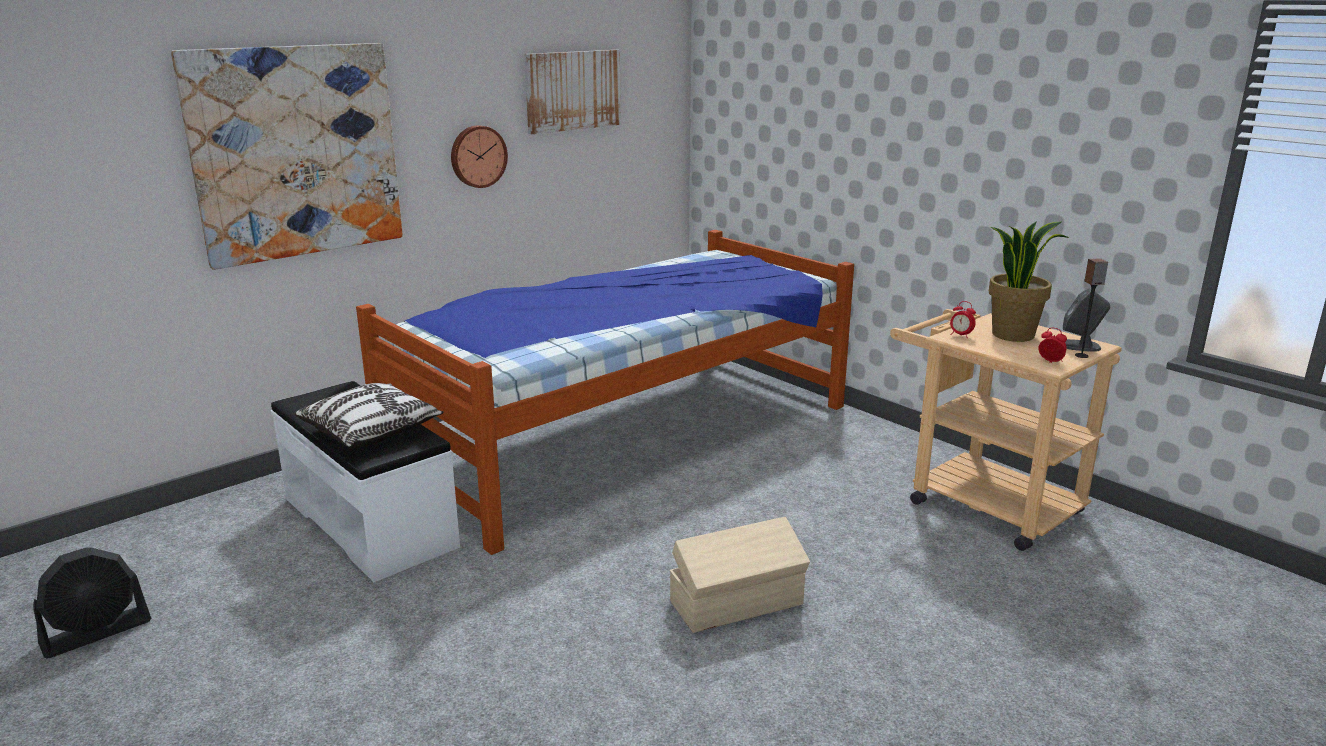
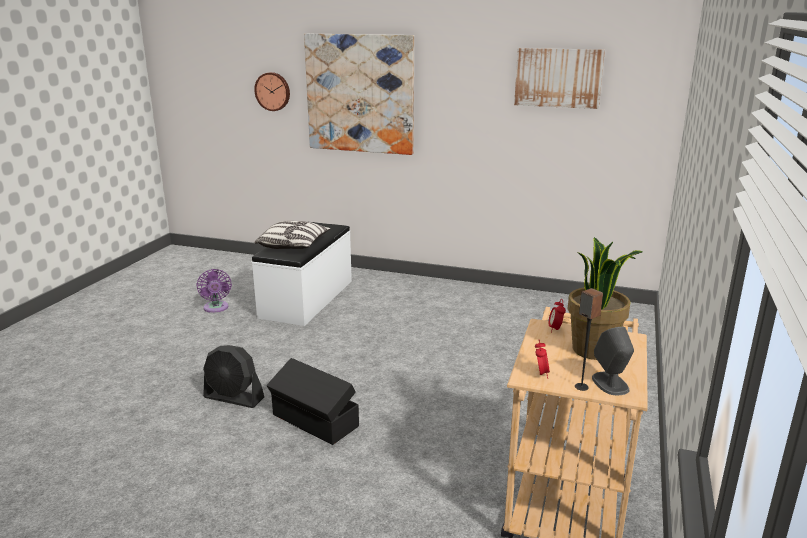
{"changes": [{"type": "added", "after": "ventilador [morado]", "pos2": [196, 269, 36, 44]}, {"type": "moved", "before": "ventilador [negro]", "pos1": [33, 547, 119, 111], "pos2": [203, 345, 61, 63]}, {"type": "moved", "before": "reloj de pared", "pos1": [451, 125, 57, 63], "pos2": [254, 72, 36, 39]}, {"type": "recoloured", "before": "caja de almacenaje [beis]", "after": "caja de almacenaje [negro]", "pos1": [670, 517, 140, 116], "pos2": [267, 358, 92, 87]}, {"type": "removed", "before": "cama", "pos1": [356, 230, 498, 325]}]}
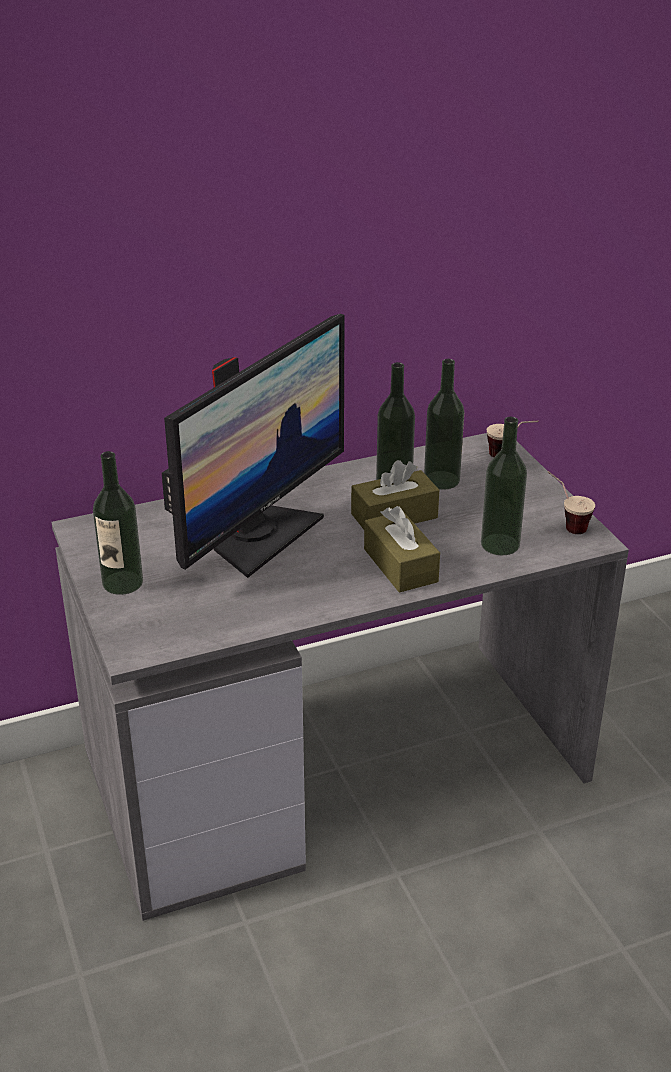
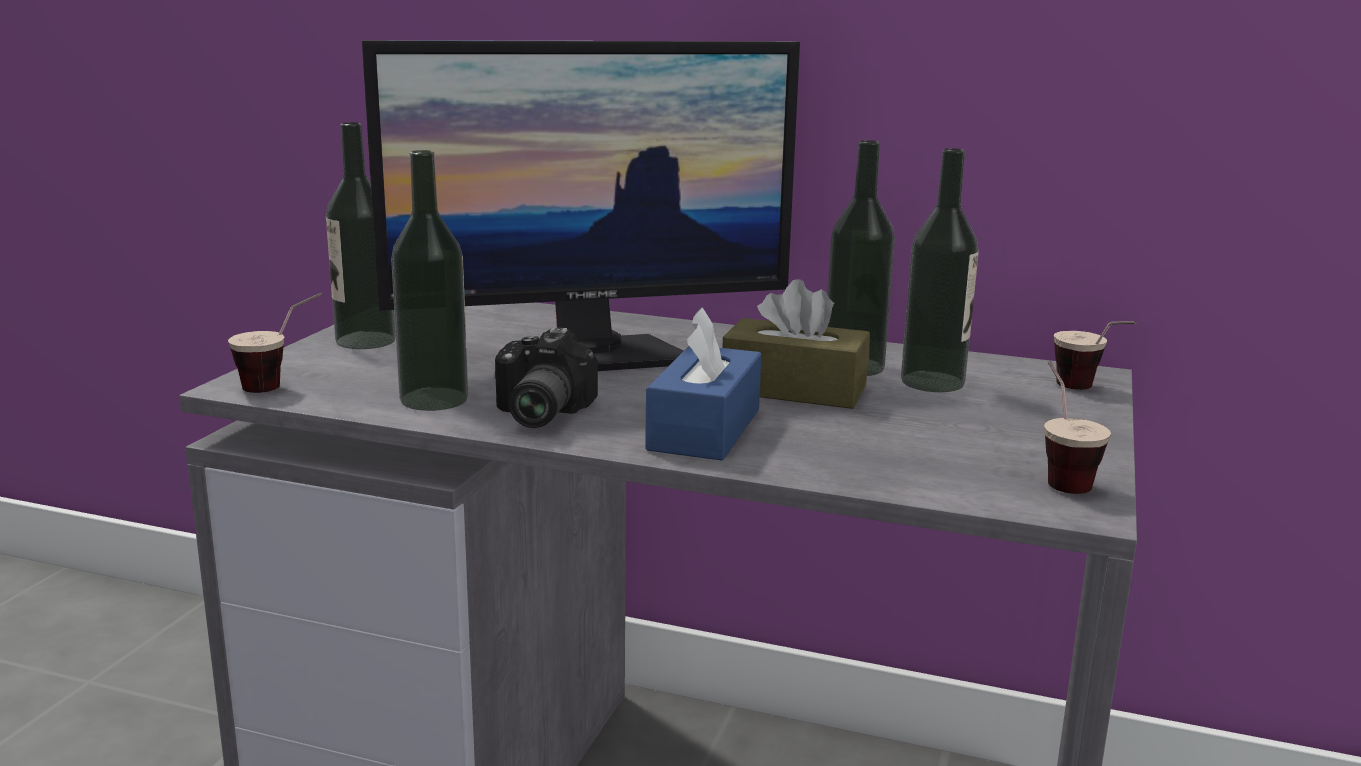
{"changes": [{"type": "added", "after": "taza", "pos2": [228, 292, 95, 101]}, {"type": "moved", "before": "botella", "pos1": [481, 417, 46, 138], "pos2": [391, 150, 77, 261]}, {"type": "added", "after": "cámara", "pos2": [495, 327, 103, 101]}, {"type": "recoloured", "before": "caja de pañuelos [marrón]", "after": "caja de pañuelos [azul]", "pos1": [364, 506, 76, 87], "pos2": [645, 307, 116, 154]}]}
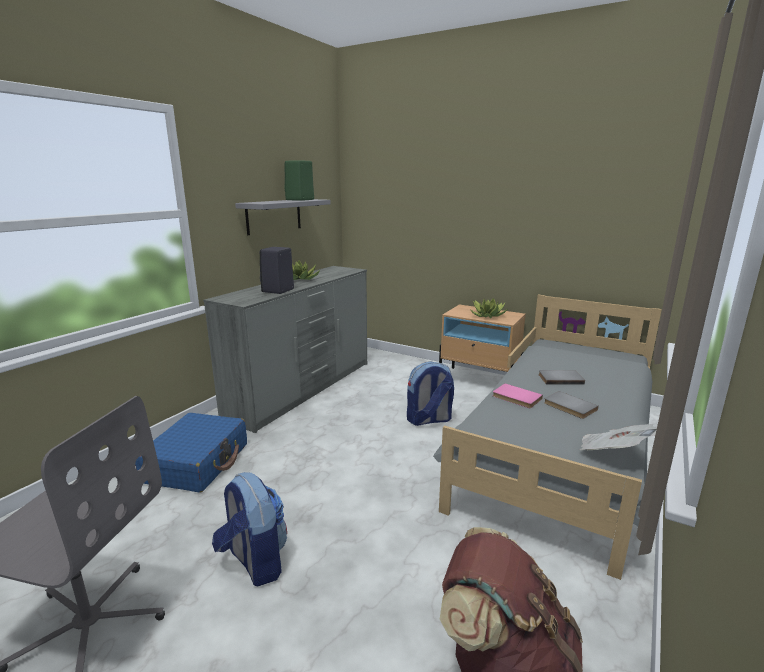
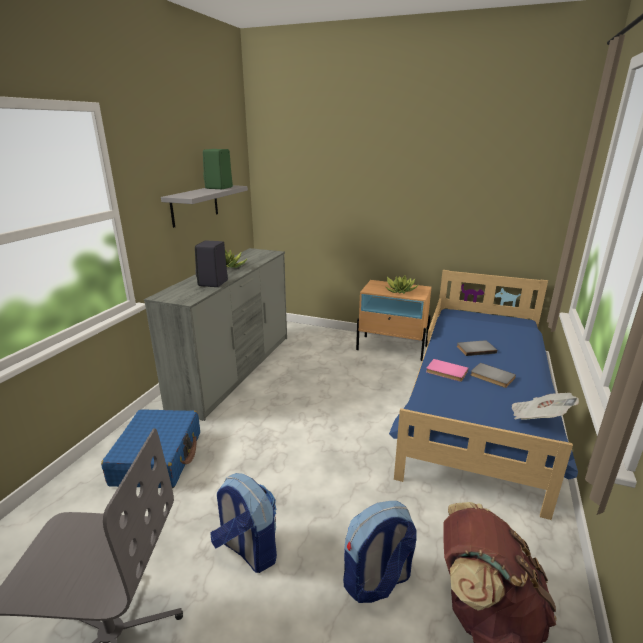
{"changes": [{"type": "moved", "before": "mochila", "pos1": [407, 361, 47, 65], "pos2": [343, 501, 74, 102]}, {"type": "recoloured", "before": "cama [gris]", "after": "cama [azul]", "pos1": [433, 295, 229, 285], "pos2": [389, 270, 189, 250]}]}
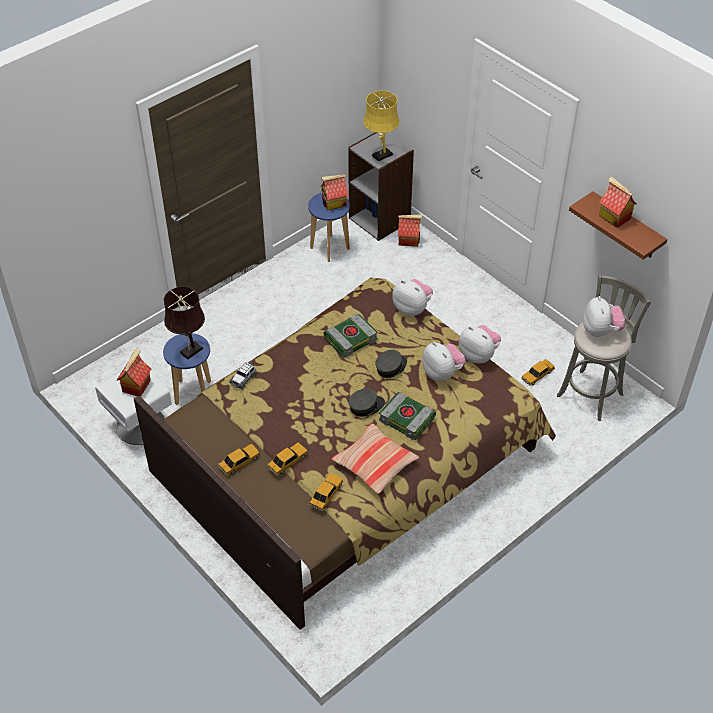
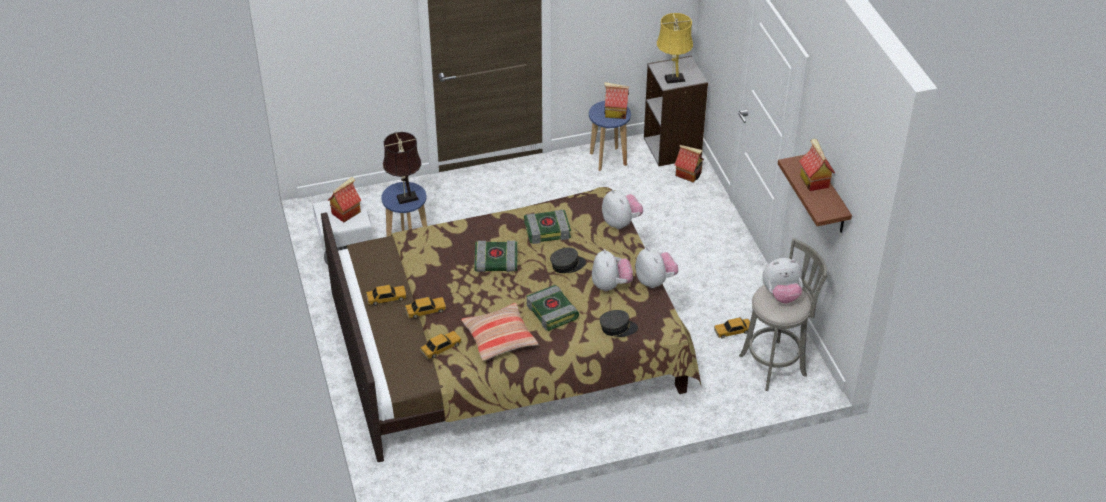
{"changes": [{"type": "added", "after": "libro", "pos2": [474, 241, 44, 31]}, {"type": "moved", "before": "gorra [gris]", "pos1": [348, 389, 37, 28], "pos2": [599, 310, 39, 27]}, {"type": "turned", "before": "peluche", "pos1": [583, 296, 42, 41], "pos2": [762, 258, 41, 45], "turn": 60}, {"type": "removed", "before": "coche de juguete", "pos1": [229, 362, 28, 27]}]}
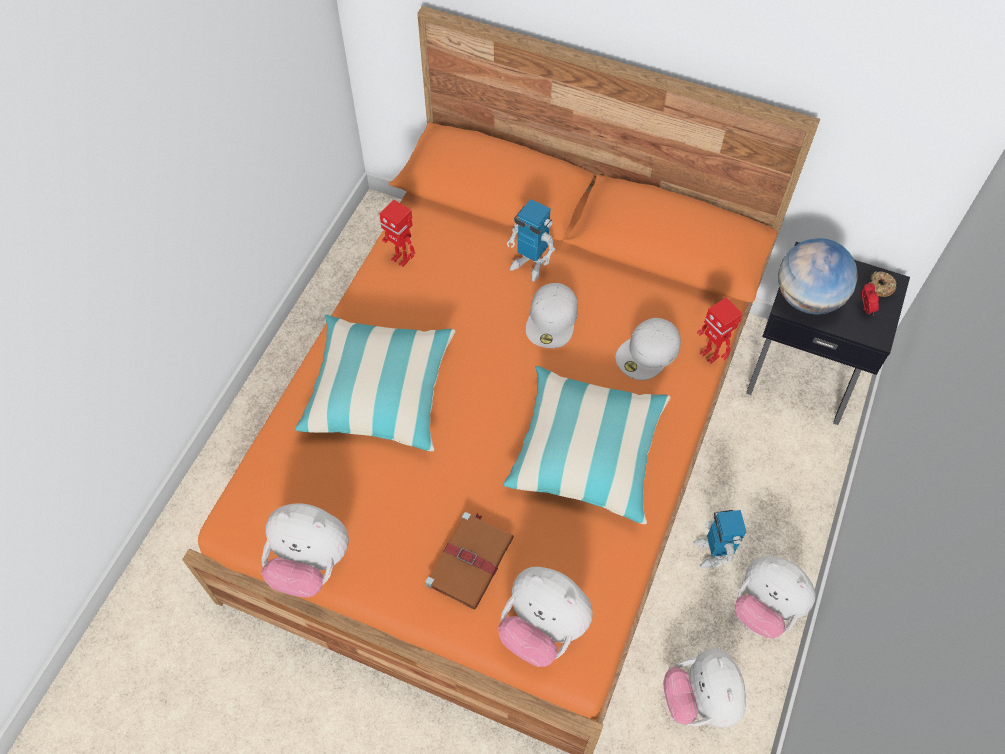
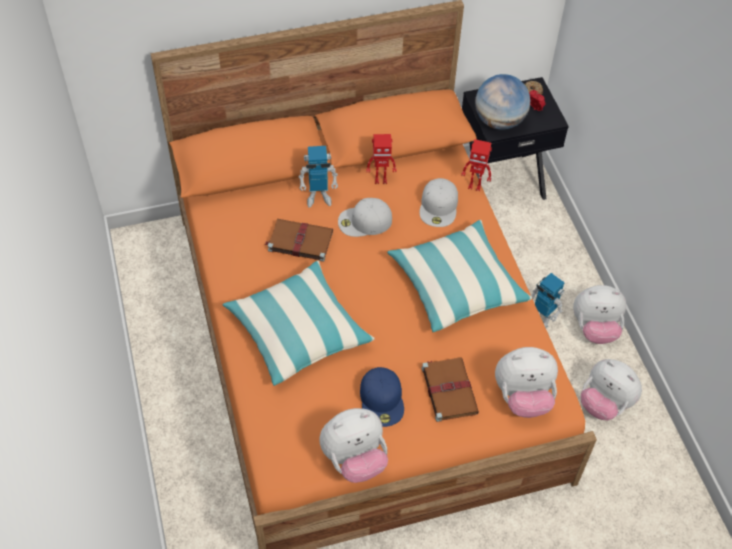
{"changes": [{"type": "added", "after": "libro [marrón]", "pos2": [264, 219, 69, 43]}, {"type": "turned", "before": "gorra [blanco]", "pos1": [526, 283, 52, 65], "pos2": [338, 198, 54, 39], "turn": 105}, {"type": "added", "after": "gorra [azul]", "pos2": [360, 367, 44, 60]}, {"type": "moved", "before": "robot de juguete", "pos1": [379, 200, 36, 67], "pos2": [366, 134, 30, 50]}]}
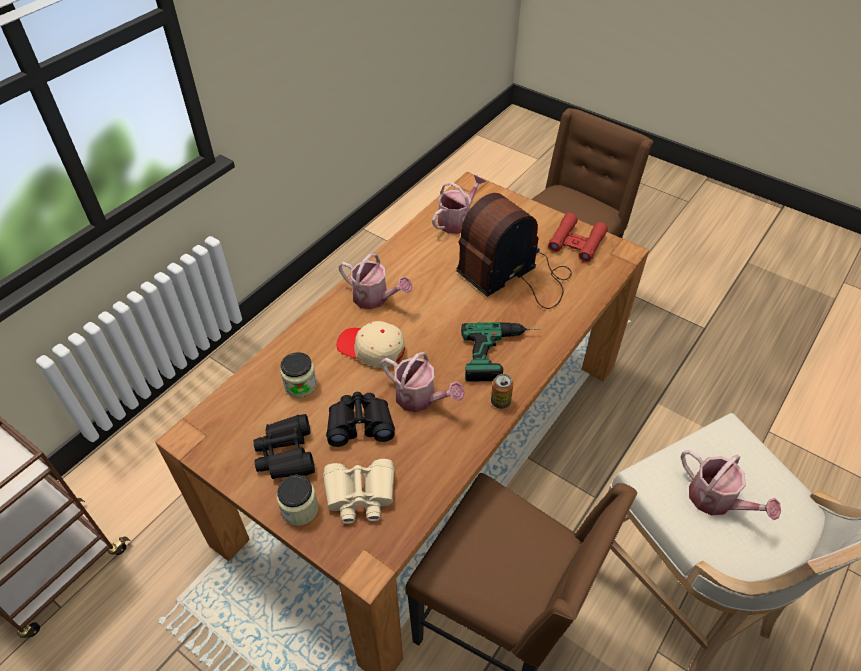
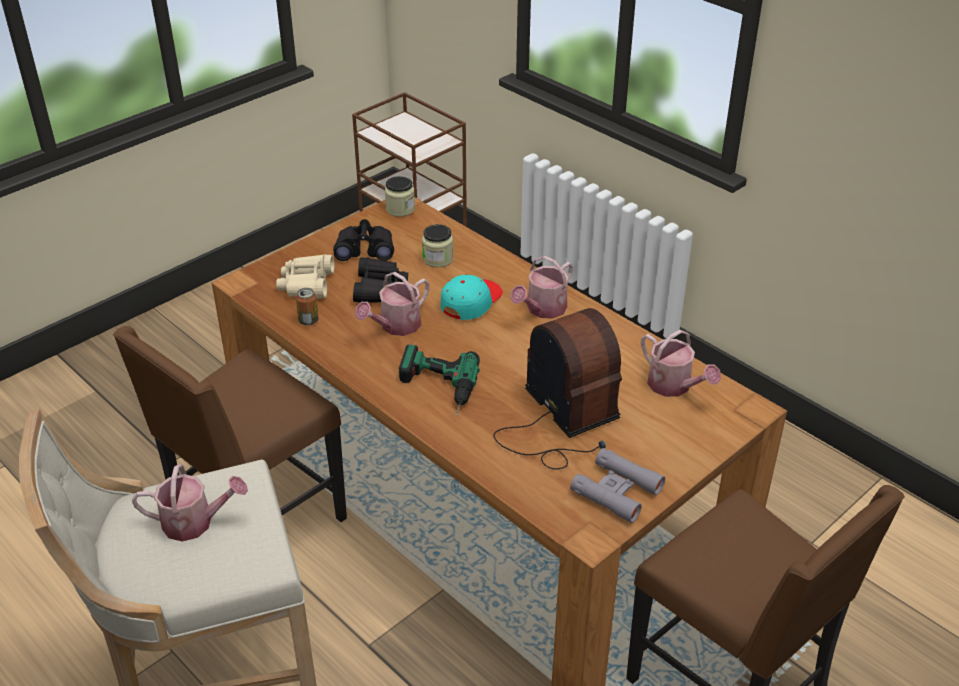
{"changes": [{"type": "turned", "before": "regadera", "pos1": [681, 450, 100, 70], "pos2": [132, 464, 116, 78], "turn": -150}, {"type": "moved", "before": "lata", "pos1": [491, 374, 22, 35], "pos2": [296, 288, 22, 37]}, {"type": "moved", "before": "tarro", "pos1": [277, 475, 41, 51], "pos2": [385, 176, 30, 41]}, {"type": "recoloured", "before": "gorra [beis]", "after": "gorra [turquesa]", "pos1": [337, 321, 68, 47], "pos2": [441, 274, 62, 46]}, {"type": "recoloured", "before": "prismáticos [rojo]", "after": "prismáticos [gris]", "pos1": [548, 213, 60, 49], "pos2": [570, 448, 95, 75]}]}
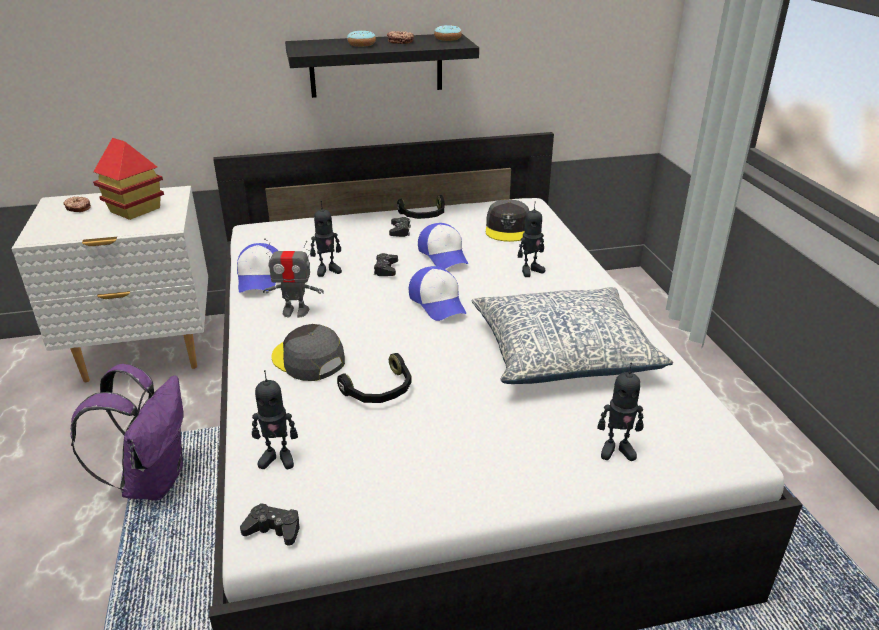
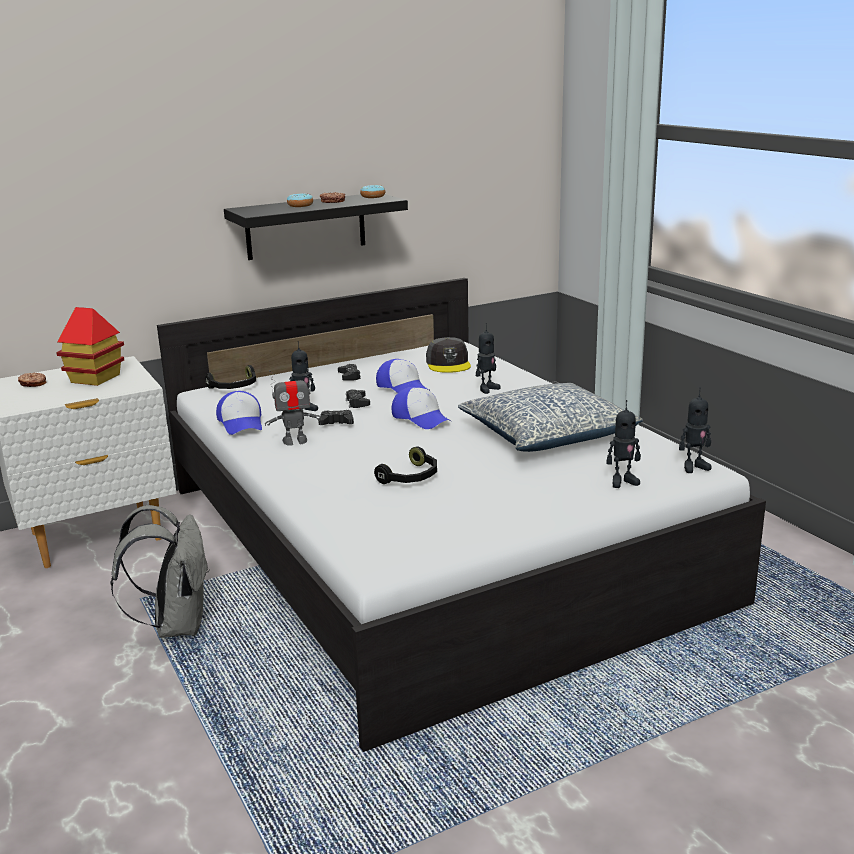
{"changes": [{"type": "recoloured", "before": "mochila [morado]", "after": "mochila [gris]", "pos1": [71, 364, 112, 137], "pos2": [110, 505, 100, 133]}, {"type": "moved", "before": "auriculares [negro]", "pos1": [397, 195, 48, 24], "pos2": [205, 365, 51, 24]}, {"type": "moved", "before": "mando de consola [negro]", "pos1": [240, 503, 60, 42], "pos2": [318, 410, 36, 15]}, {"type": "moved", "before": "robot de juguete", "pos1": [252, 370, 46, 99], "pos2": [679, 387, 33, 86]}, {"type": "removed", "before": "gorra [gris]", "pos1": [272, 324, 73, 57]}]}
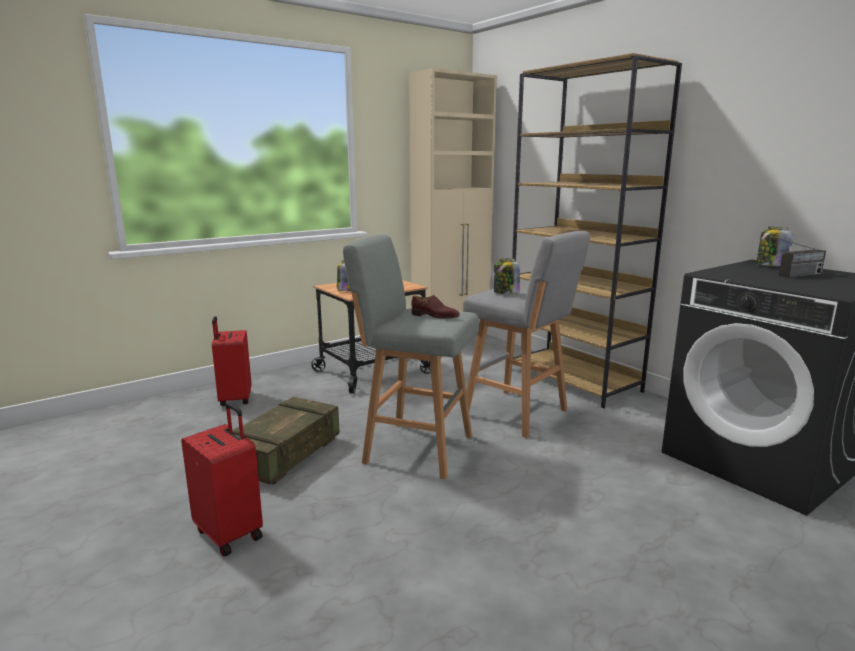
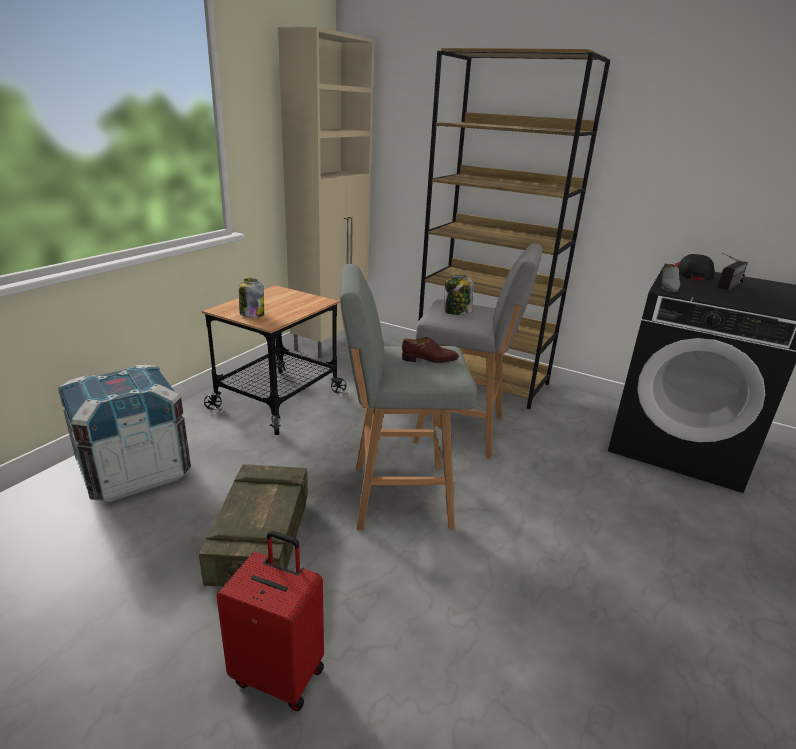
{"changes": [{"type": "replaced", "before": "maleta [rojo]", "after": "caja de embalaje", "pos1": [212, 316, 39, 90], "pos2": [58, 365, 133, 137]}, {"type": "added", "after": "zapato [gris]", "pos2": [661, 264, 19, 28]}, {"type": "replaced", "before": "tarro", "after": "gorra", "pos1": [756, 227, 37, 40], "pos2": [675, 254, 40, 26]}]}
